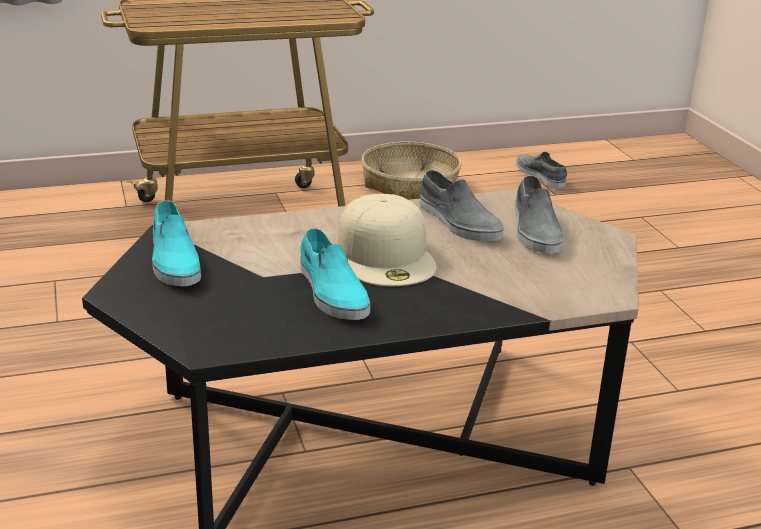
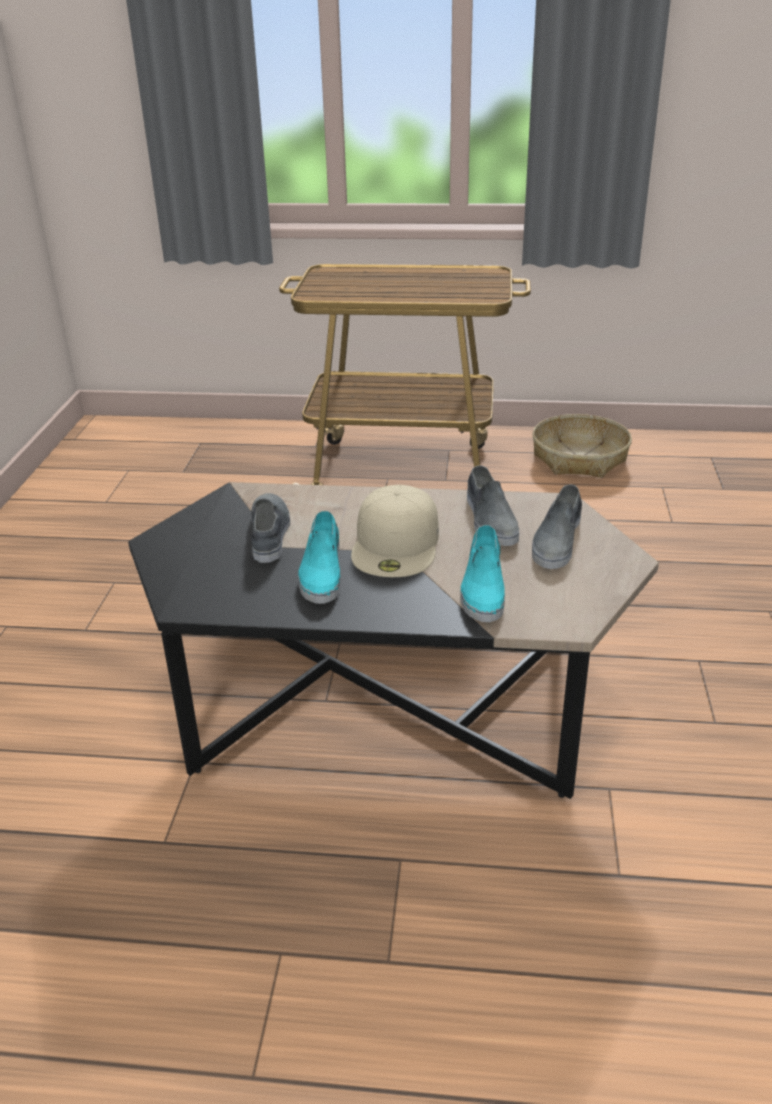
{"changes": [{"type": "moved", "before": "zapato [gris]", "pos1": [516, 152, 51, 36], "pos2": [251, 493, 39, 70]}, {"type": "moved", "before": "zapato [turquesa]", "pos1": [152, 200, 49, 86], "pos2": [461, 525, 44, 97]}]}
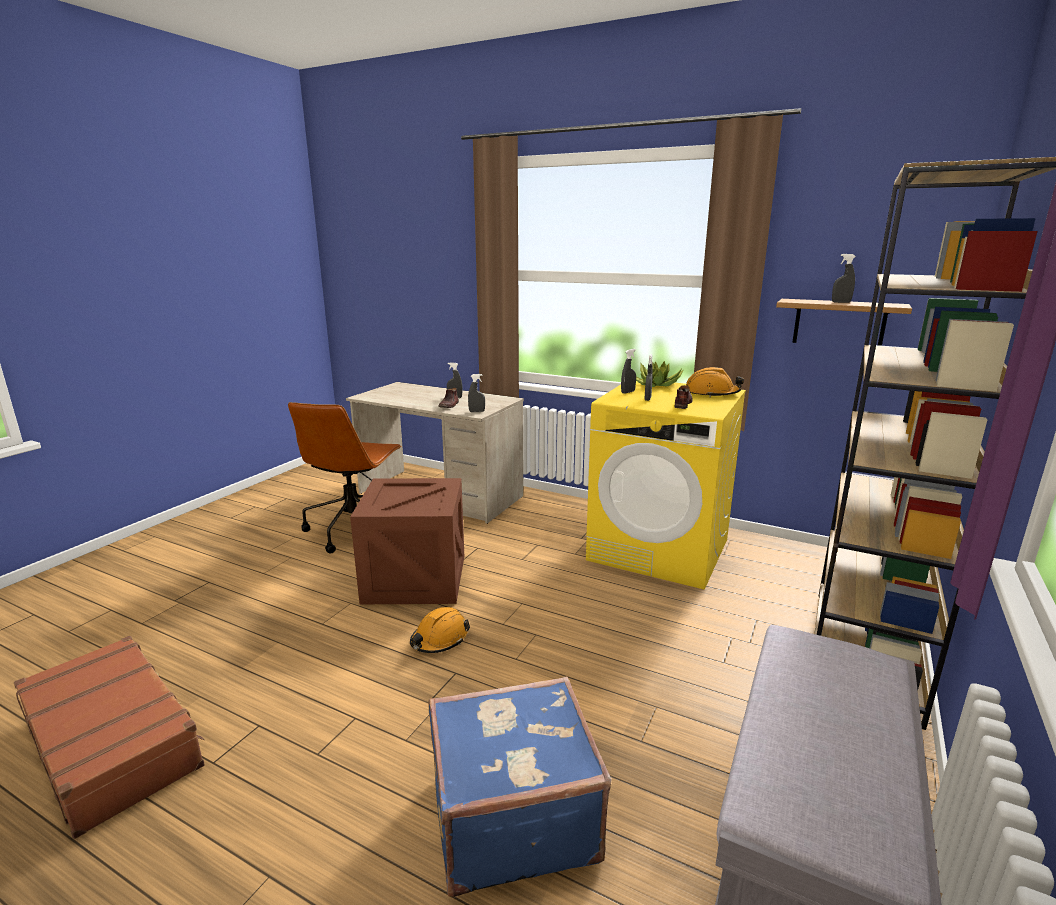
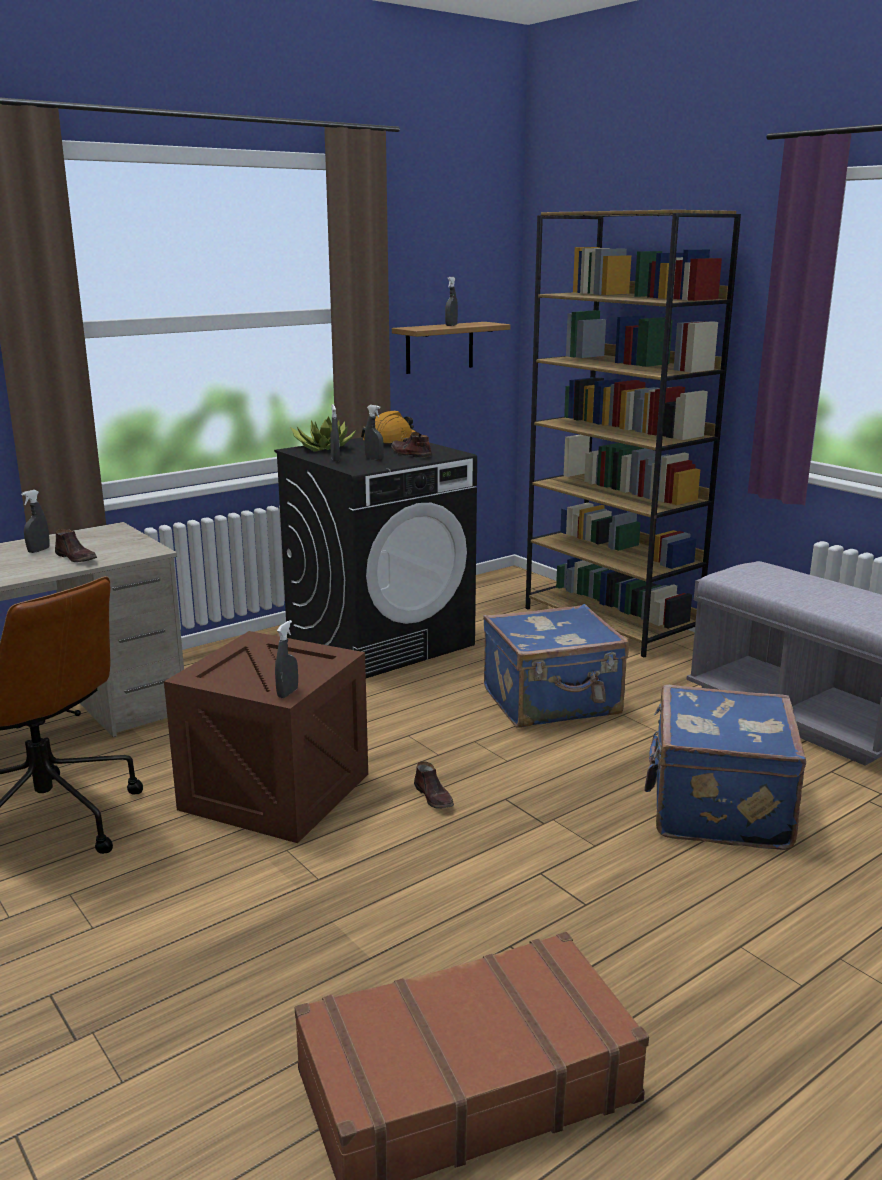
{"changes": [{"type": "recoloured", "before": "lavadora [amarillo]", "after": "lavadora [negro]", "pos1": [586, 381, 160, 209], "pos2": [274, 437, 203, 241]}, {"type": "moved", "before": "pulverizador [gris]", "pos1": [468, 374, 17, 38], "pos2": [275, 620, 23, 78]}, {"type": "replaced", "before": "casco [naranja]", "after": "zapato [marrón]", "pos1": [410, 607, 60, 46], "pos2": [414, 761, 40, 48]}, {"type": "added", "after": "maleta [azul]", "pos2": [483, 604, 146, 124]}]}
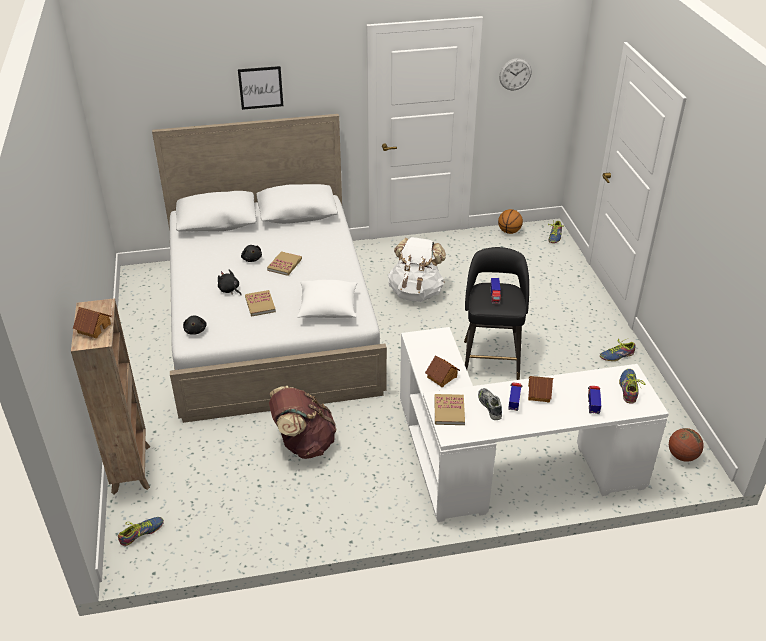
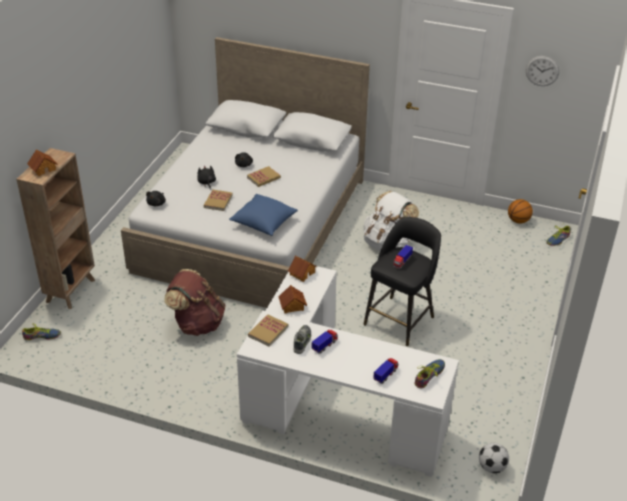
{"changes": [{"type": "recoloured", "before": "cojín [blanco]", "after": "cojín [azul]", "pos1": [297, 280, 60, 38], "pos2": [229, 194, 69, 42]}, {"type": "moved", "before": "casita", "pos1": [528, 376, 25, 26], "pos2": [288, 256, 29, 26]}, {"type": "replaced", "before": "balón de baloncesto", "after": "balón de fútbol", "pos1": [669, 428, 35, 34], "pos2": [479, 443, 30, 30]}, {"type": "removed", "before": "cuadro", "pos1": [238, 66, 45, 44]}, {"type": "removed", "before": "zapato", "pos1": [600, 339, 36, 22]}]}
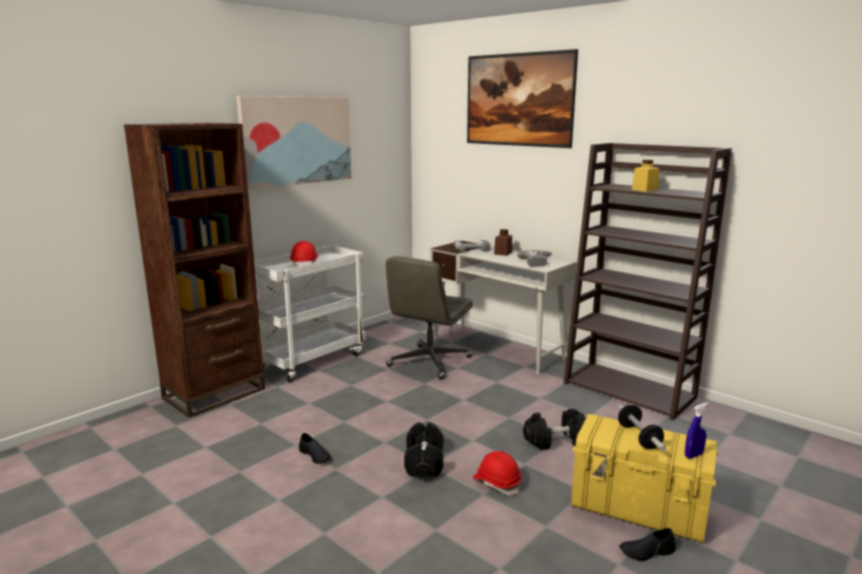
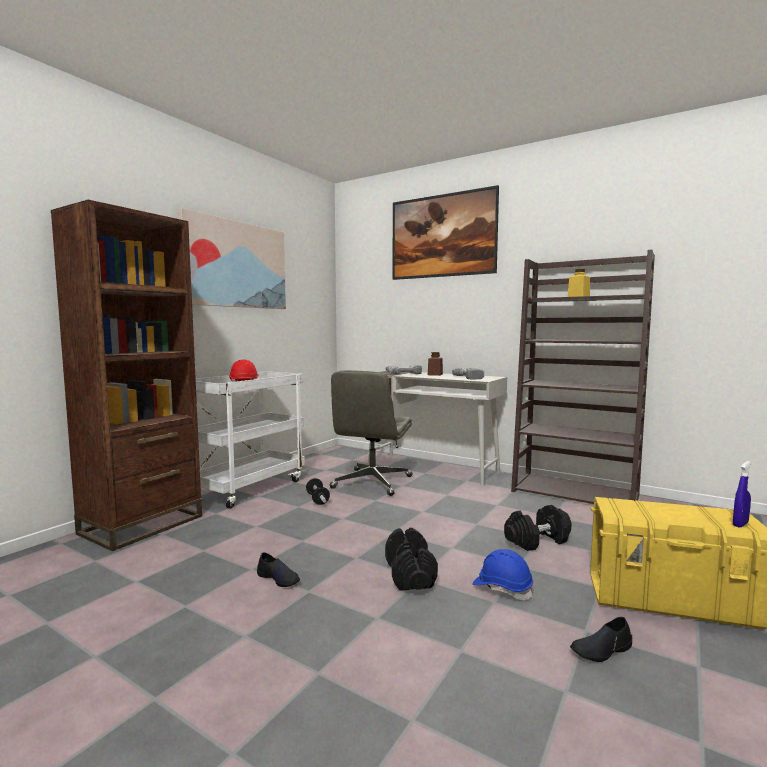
{"changes": [{"type": "moved", "before": "mancuerna", "pos1": [618, 404, 48, 47], "pos2": [306, 478, 24, 27]}, {"type": "recoloured", "before": "casco [rojo]", "after": "casco [azul]", "pos1": [473, 451, 49, 44], "pos2": [473, 549, 60, 51]}, {"type": "moved", "before": "zapato [negro]", "pos1": [619, 528, 57, 33], "pos2": [570, 617, 62, 45]}]}
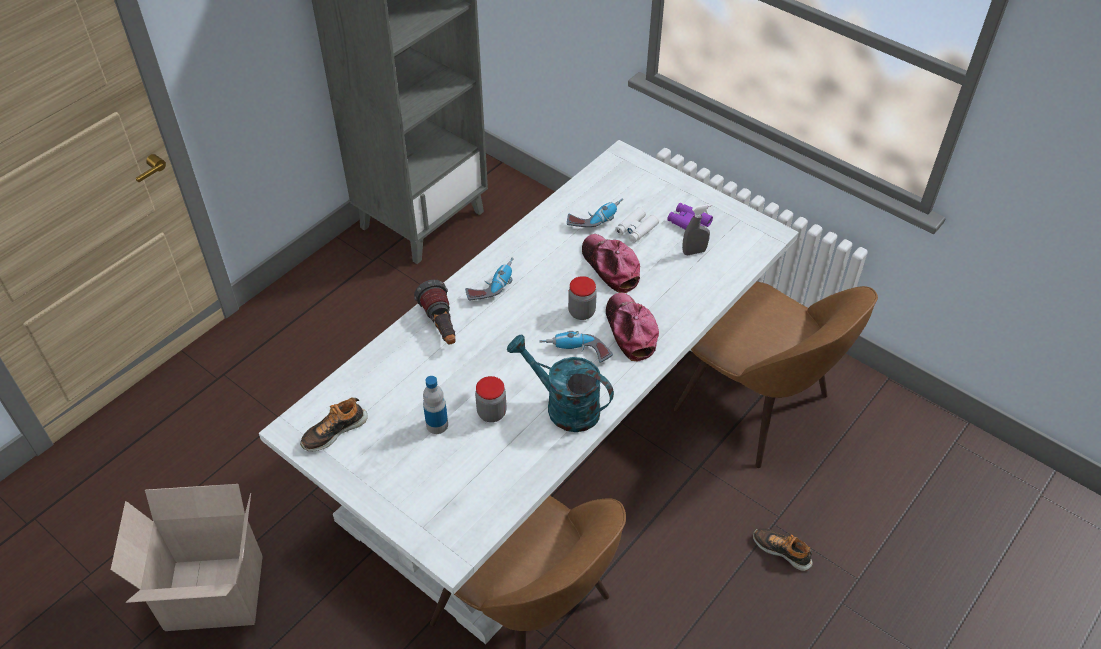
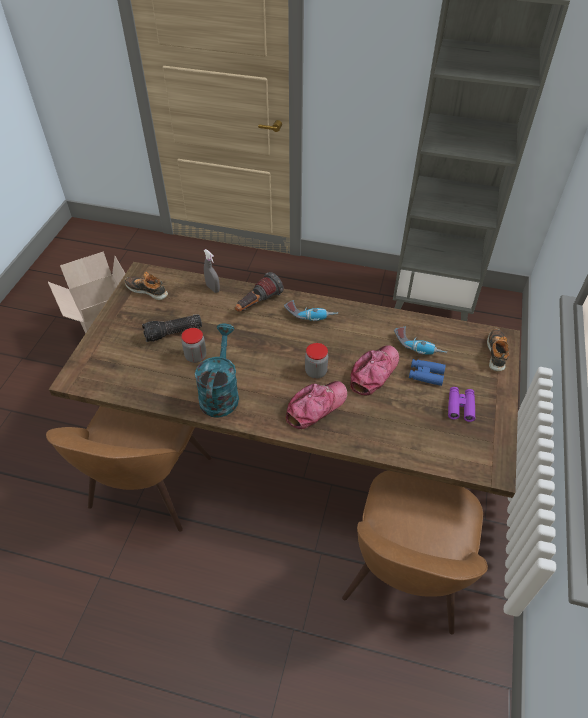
{"changes": [{"type": "recoloured", "before": "mesa de comedor [blanco]", "after": "mesa de comedor [marrón]", "pos1": [259, 140, 540, 504], "pos2": [49, 262, 471, 236]}, {"type": "replaced", "before": "botella", "after": "linterna", "pos1": [423, 376, 25, 58], "pos2": [142, 314, 60, 28]}, {"type": "moved", "before": "pulverizador [gris]", "pos1": [682, 204, 29, 51], "pos2": [203, 249, 17, 44]}, {"type": "recoloured", "before": "prismáticos [blanco]", "after": "prismáticos [azul]", "pos1": [615, 207, 44, 36], "pos2": [409, 359, 37, 27]}, {"type": "moved", "before": "zapato", "pos1": [753, 528, 59, 43], "pos2": [487, 329, 22, 43]}, {"type": "removed", "before": "taladro", "pos1": [539, 331, 74, 32]}]}
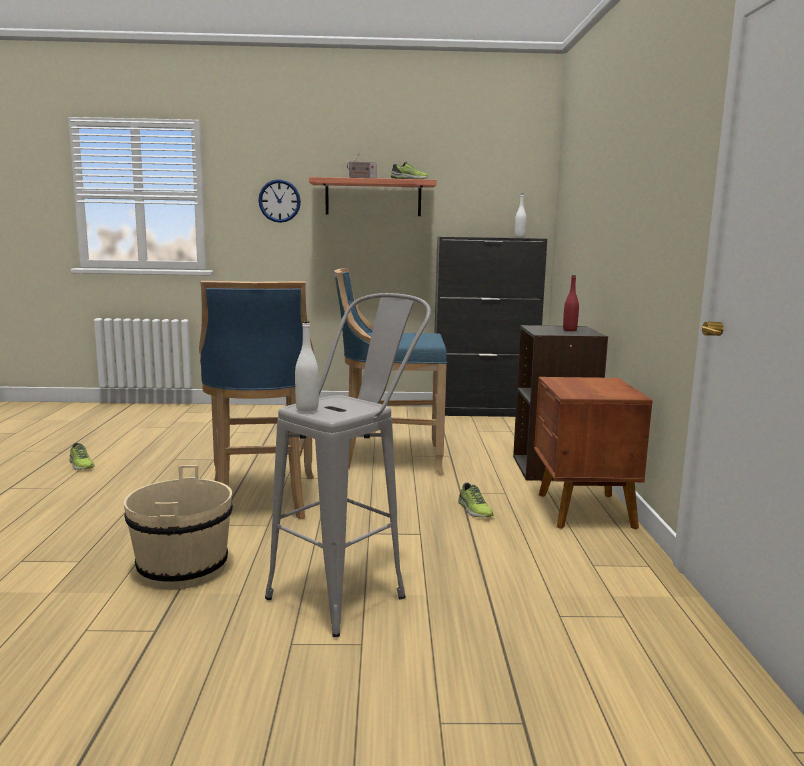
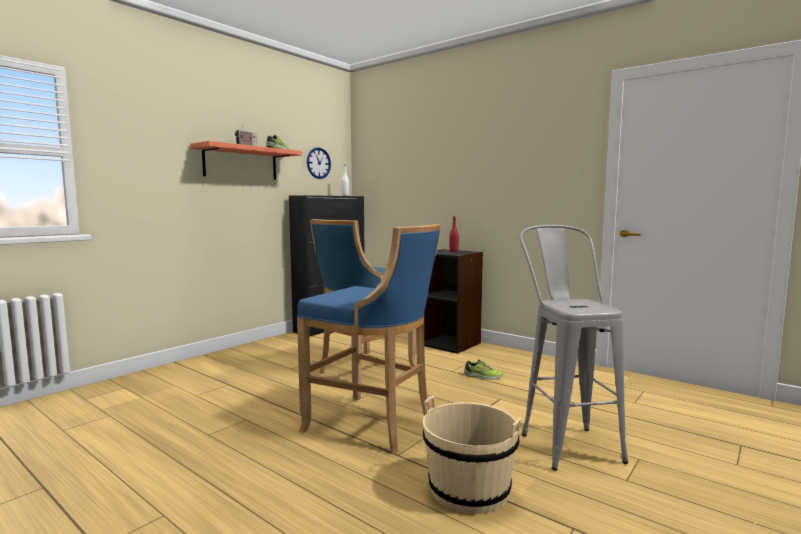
{"changes": [{"type": "moved", "before": "reloj de pared", "pos1": [258, 179, 43, 44], "pos2": [307, 147, 24, 32]}, {"type": "removed", "before": "zapato", "pos1": [69, 443, 26, 27]}, {"type": "removed", "before": "botella [blanco]", "pos1": [295, 321, 24, 91]}, {"type": "removed", "before": "mesita de noche [marrón]", "pos1": [534, 377, 119, 152]}]}
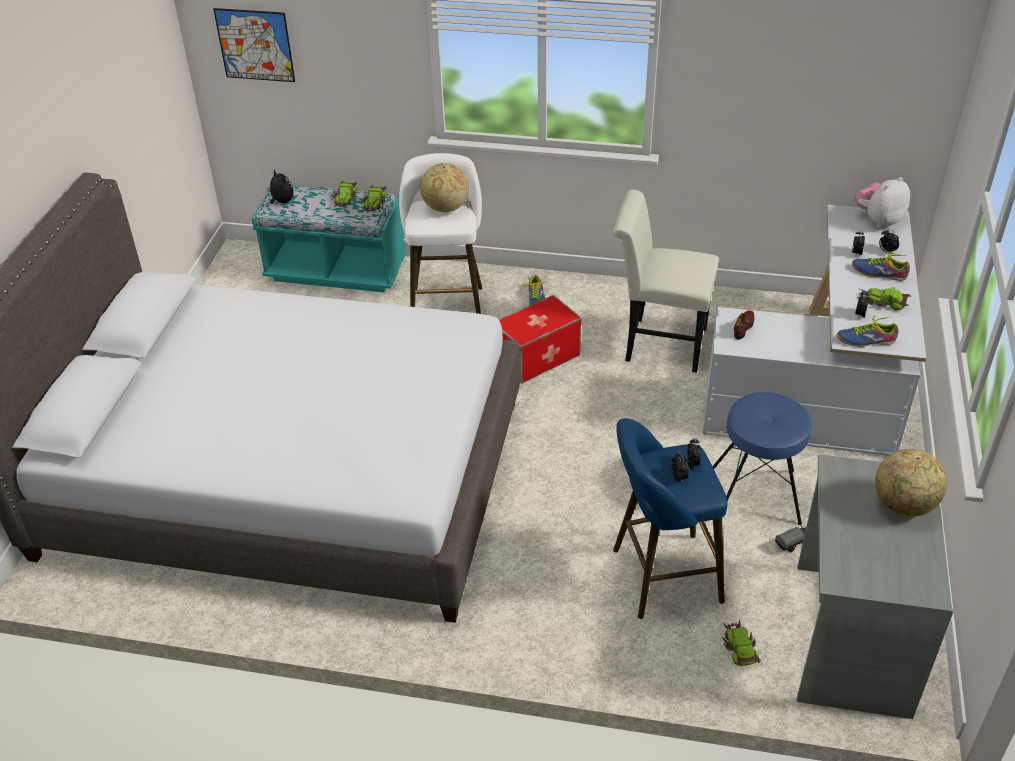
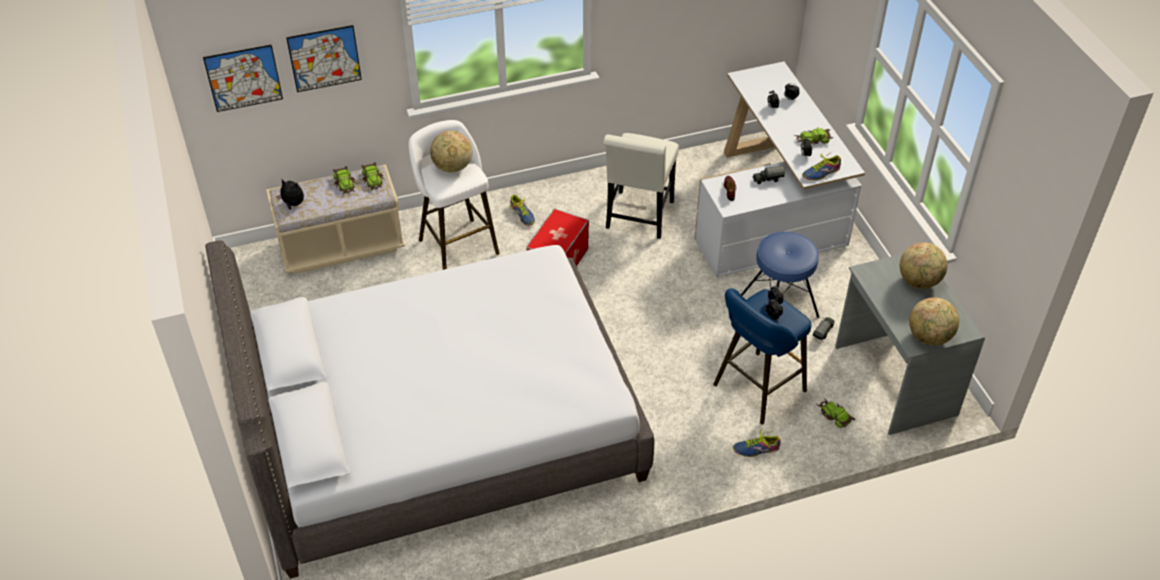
{"changes": [{"type": "recoloured", "before": "banco [turquesa]", "after": "banco [beis]", "pos1": [251, 185, 156, 107], "pos2": [266, 164, 139, 110]}, {"type": "added", "after": "cuadro", "pos2": [286, 25, 76, 67]}, {"type": "turned", "before": "silla [blanco]", "pos1": [613, 190, 106, 183], "pos2": [603, 133, 76, 106], "turn": -60}, {"type": "moved", "before": "zapato", "pos1": [852, 252, 58, 29], "pos2": [733, 429, 48, 28]}, {"type": "added", "after": "camión de juguete", "pos2": [753, 166, 32, 18]}, {"type": "added", "after": "globo terráqueo", "pos2": [909, 297, 50, 48]}, {"type": "removed", "before": "peluche", "pos1": [855, 177, 55, 51]}]}
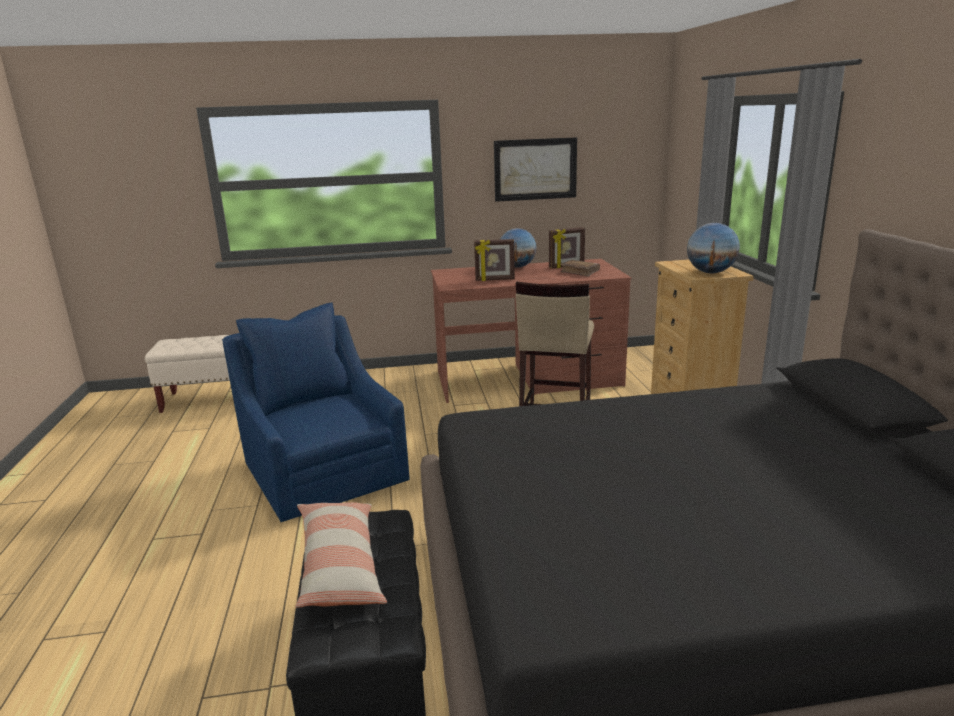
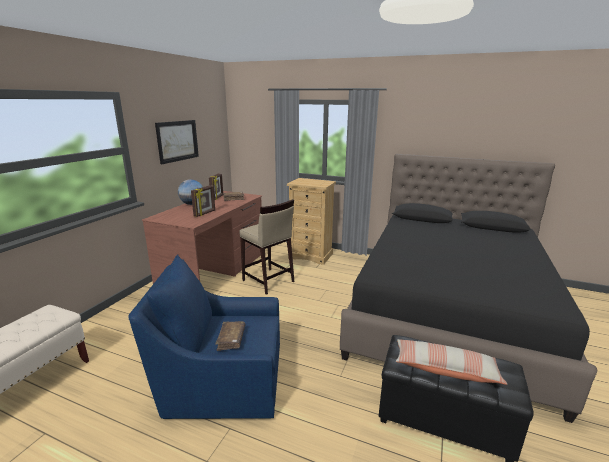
{"changes": [{"type": "added", "after": "libro [marrón]", "pos2": [215, 321, 30, 30]}, {"type": "removed", "before": "globo terráqueo", "pos1": [687, 223, 53, 50]}]}
